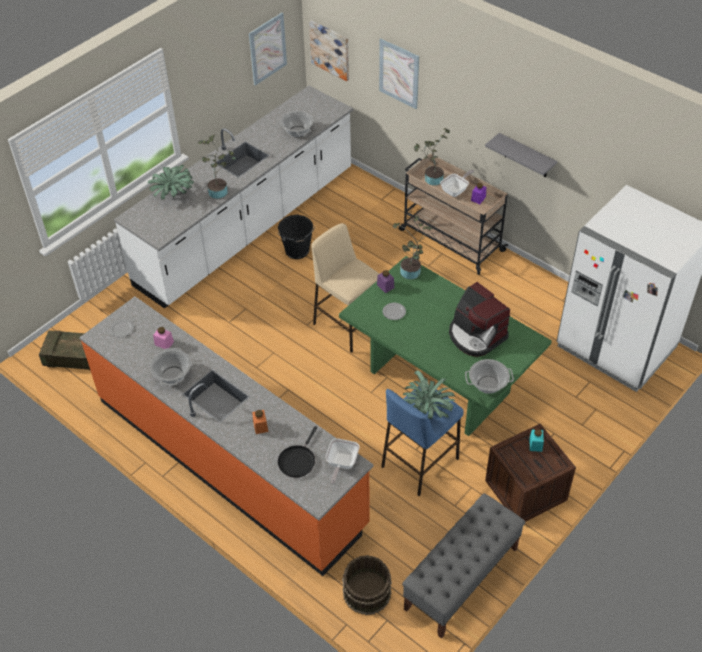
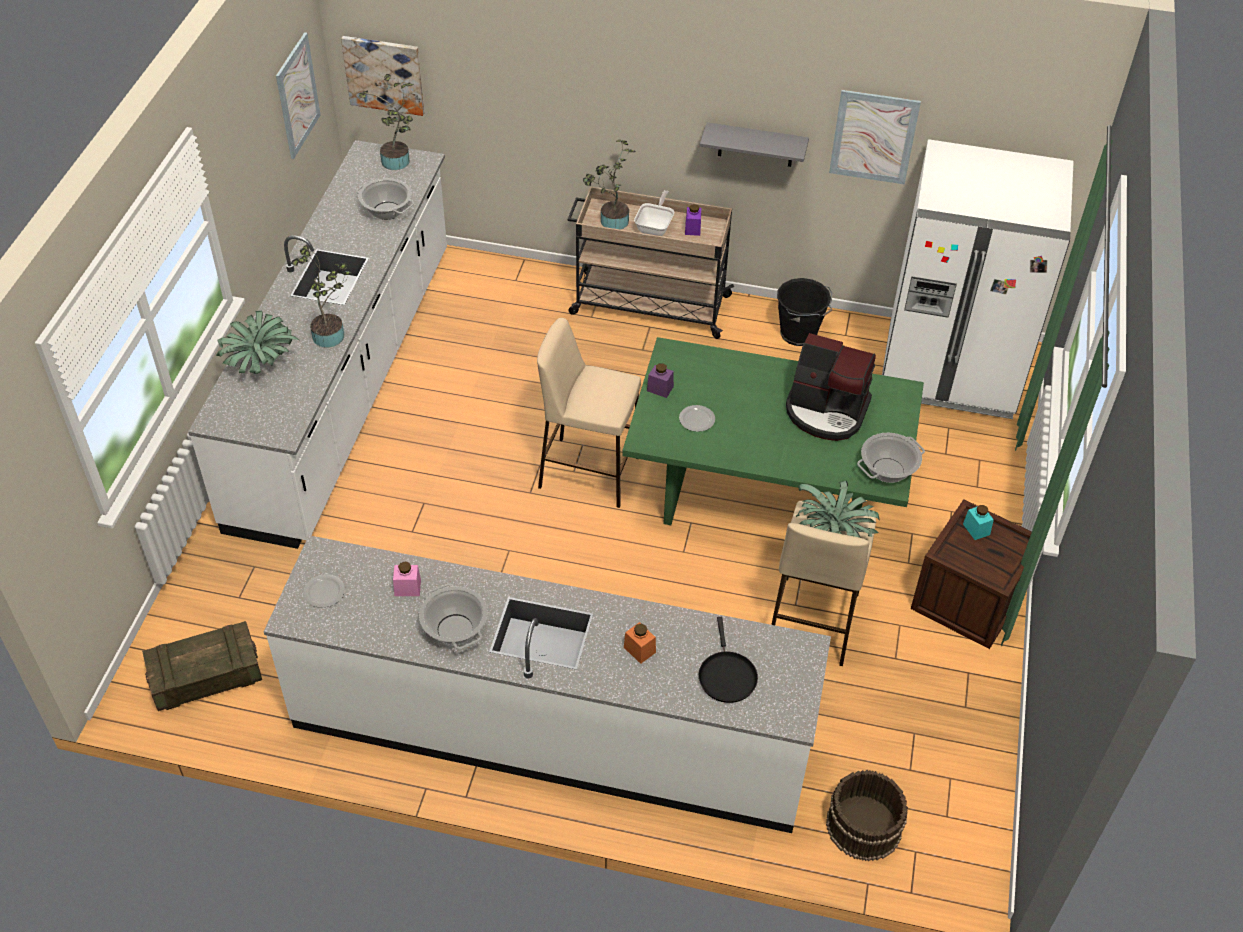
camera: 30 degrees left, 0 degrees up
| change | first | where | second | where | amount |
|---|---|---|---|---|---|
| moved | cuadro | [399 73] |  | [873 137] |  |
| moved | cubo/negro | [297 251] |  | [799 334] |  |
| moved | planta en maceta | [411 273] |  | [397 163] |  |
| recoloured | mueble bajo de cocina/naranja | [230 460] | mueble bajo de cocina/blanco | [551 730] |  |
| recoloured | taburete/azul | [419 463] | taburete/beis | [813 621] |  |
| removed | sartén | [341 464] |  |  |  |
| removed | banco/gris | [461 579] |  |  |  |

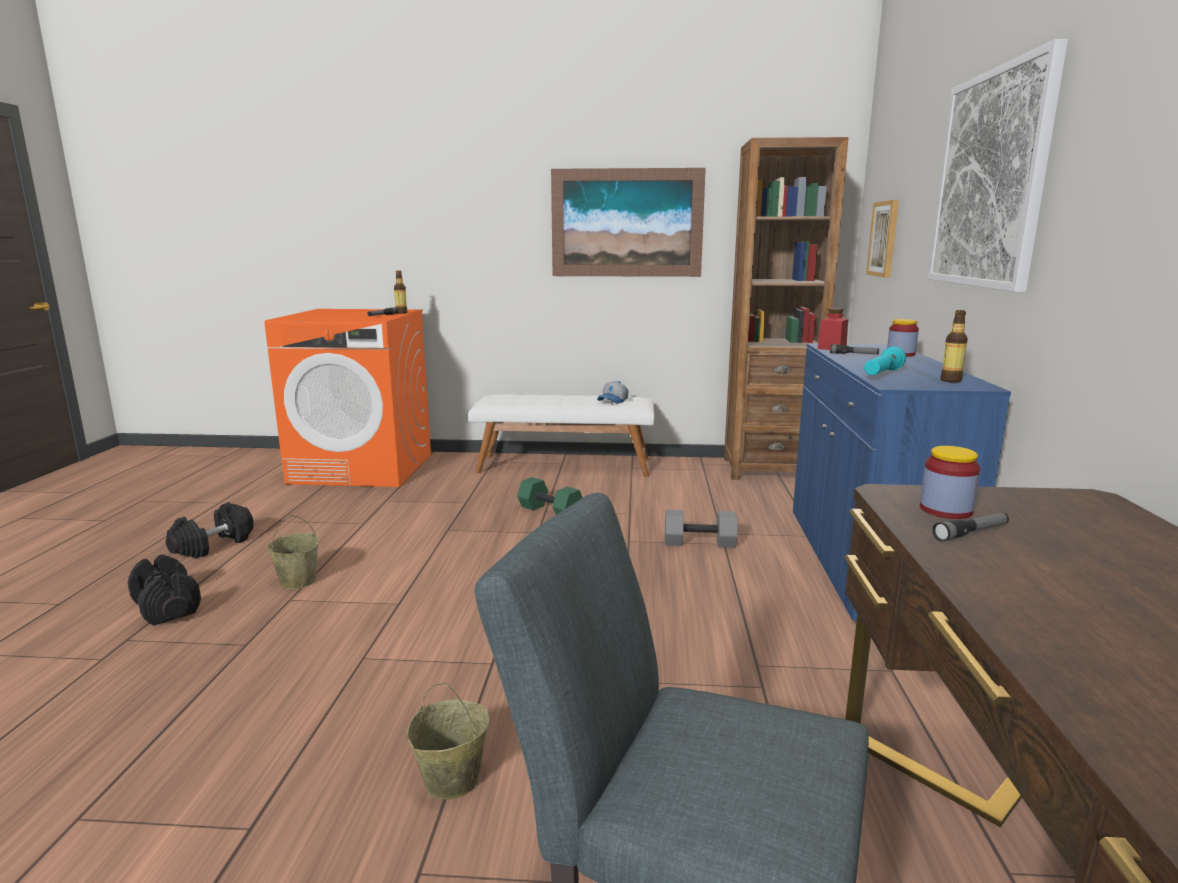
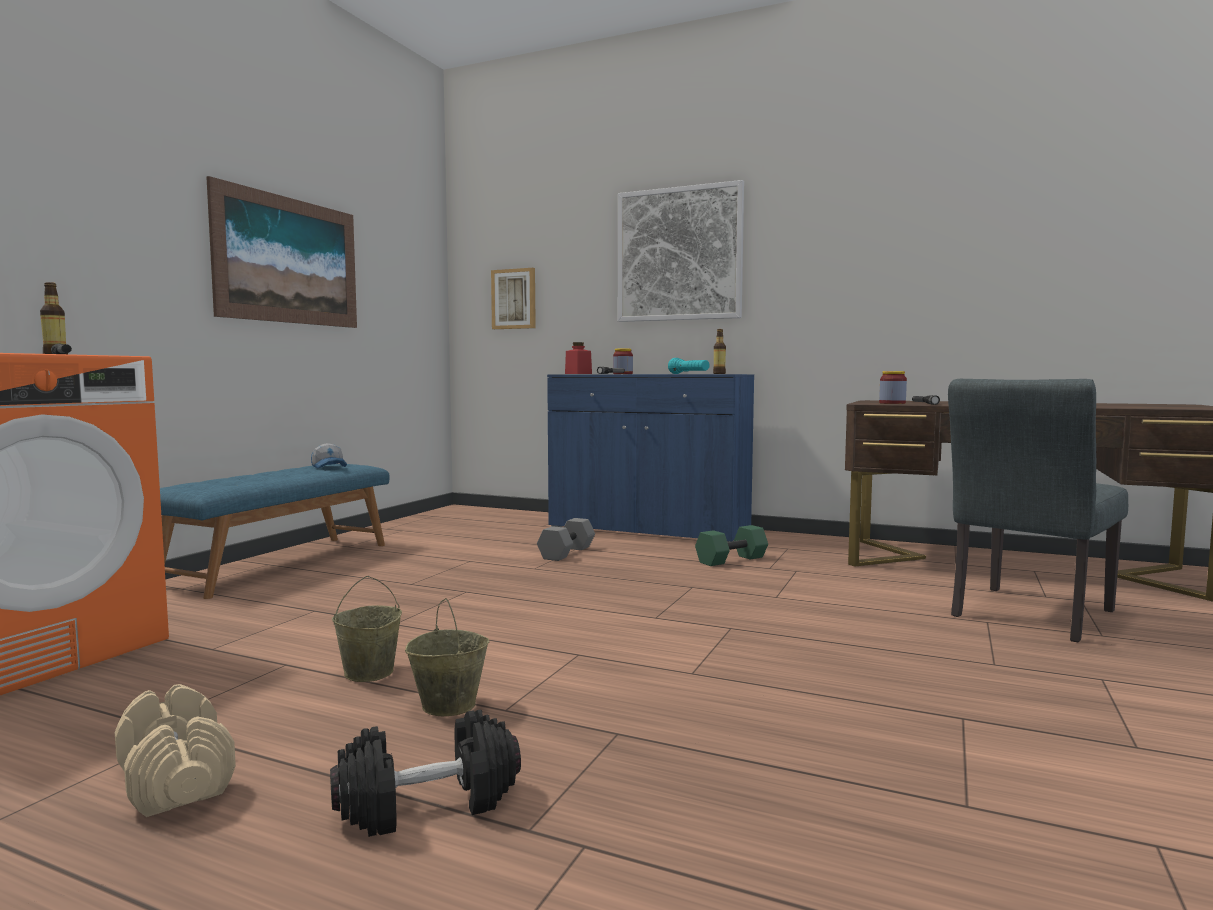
camera: 70 degrees left, 10 degrees down
| change | first | where | second | where | amount |
|---|---|---|---|---|---|
| removed | estantería/marrón | [768 469] |  |  |  |
| recoloured | banco/blanco | [564 465] | banco/azul | [279 564] |  |
| moved | mancuerna/verde | [551 511] |  | [731 559] |  |
| recoloured | mancuerna/negro | [213 545] | mancuerna/beis | [177 780] |  |
| moved | cubo/beis | [450 780] |  | [369 673] |  |

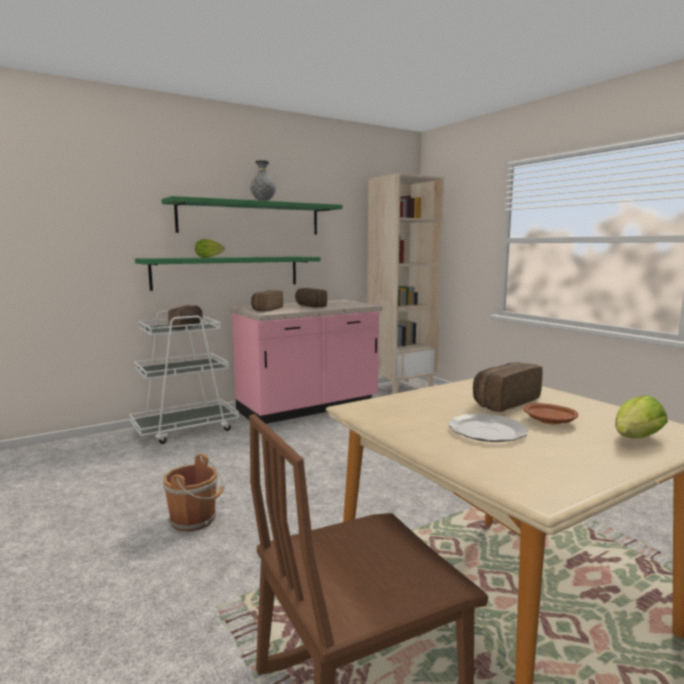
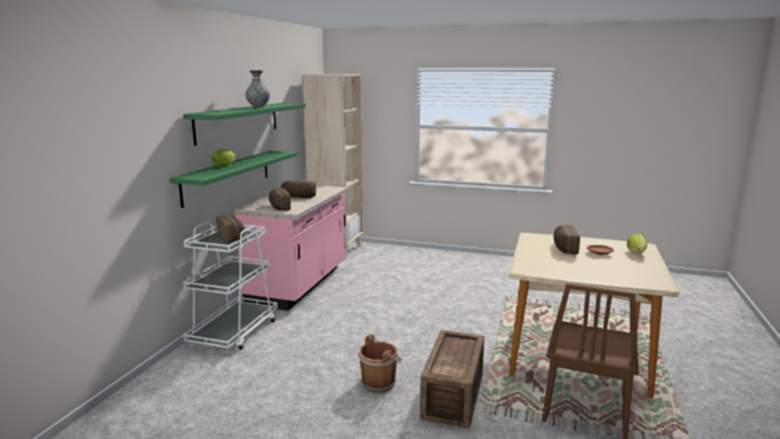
camera: 40 degrees left, 5 degrees up
| change | first | where | second | where | amount |
|---|---|---|---|---|---|
| removed | plato | [486 431] |  |  |  |
| added |  |  | caja de embalaje | [455 395] |  |

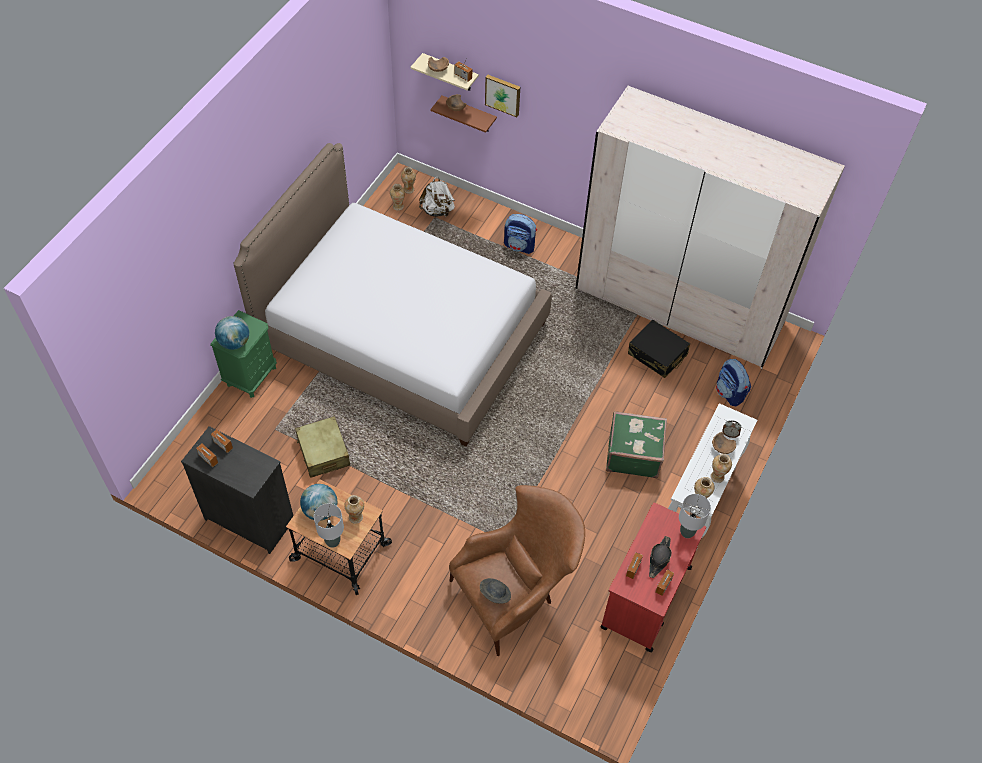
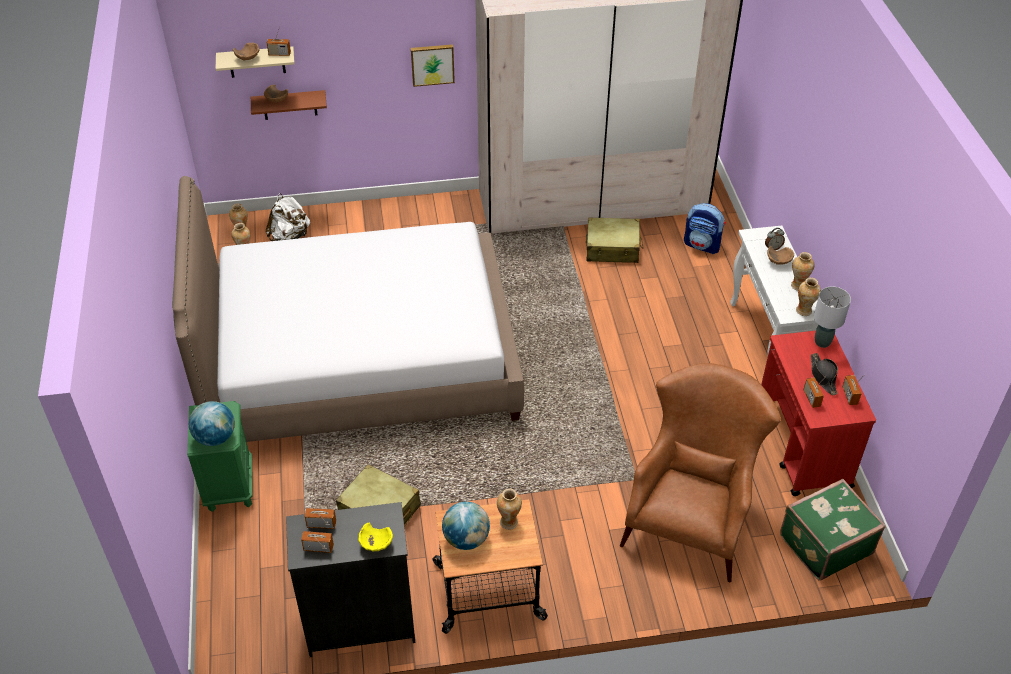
camera: 35 degrees left, 10 degrees down
| change | first | where | second | where | amount |
|---|---|---|---|---|---|
| moved | cuadro | [503 94] |  | [432 64] |  |
| removed | mochila | [520 246] |  |  |  |
| recoloured | maleta/negro | [657 354] | maleta/beis | [612 248] |  |
| moved | maleta/verde | [633 453] |  | [824 543] |  |
| removed | lámpara de mesa/gris | [333 542] |  |  |  |
| removed | sombrero/gris | [494 594] |  |  |  |
| added |  |  | cuenco/amarillo | [375 545] |  |

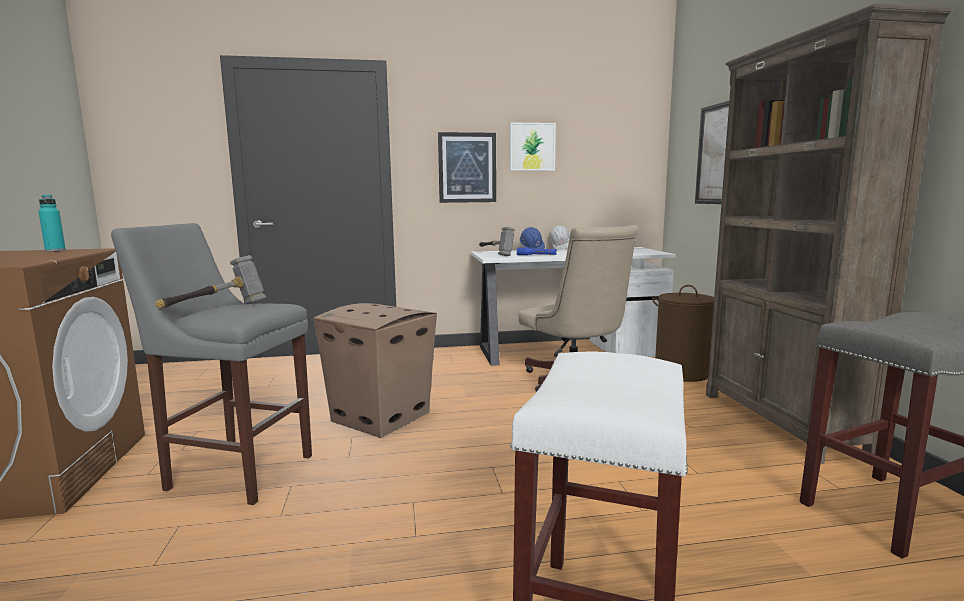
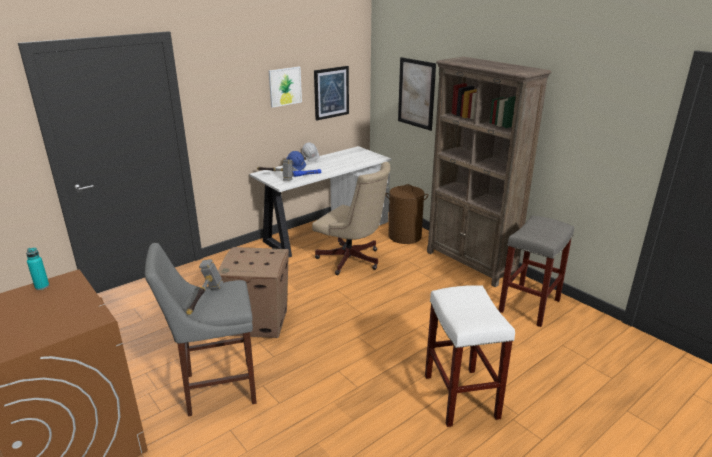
camera: 30 degrees left, 15 degrees up
| change | first | where | second | where | amount |
|---|---|---|---|---|---|
| moved | cuadro | [467 168] |  | [331 92] |  |

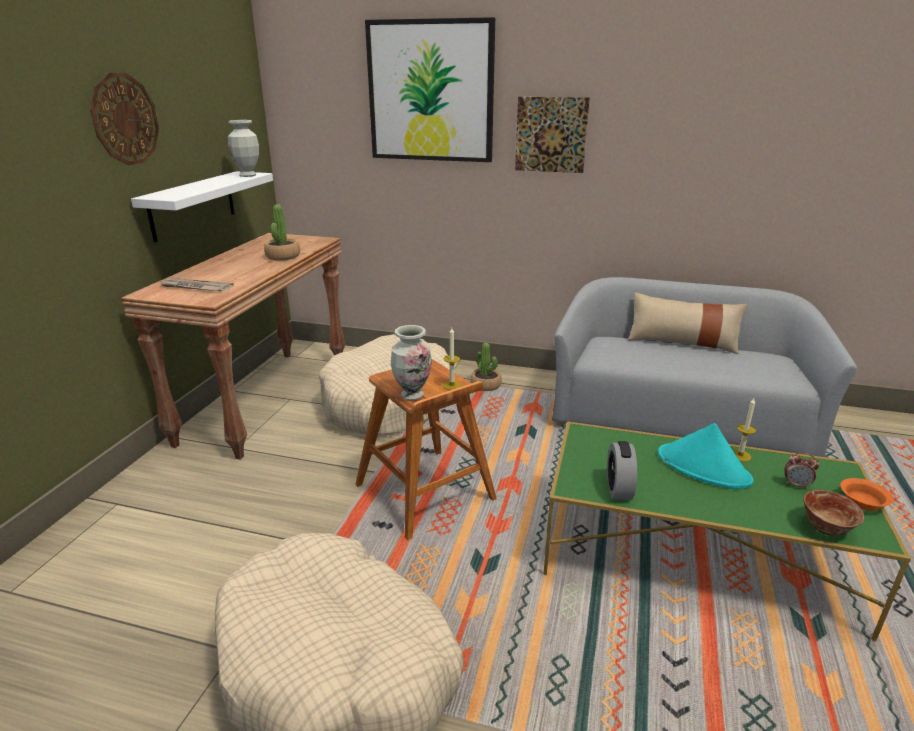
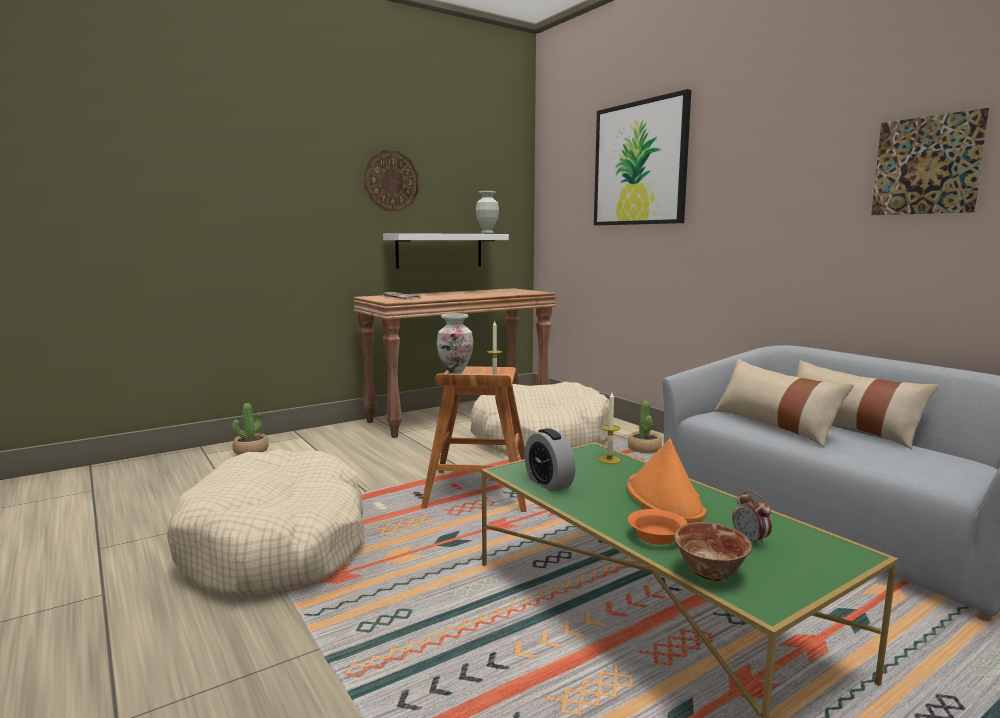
camera: 40 degrees right, 15 degrees down
| change | first | where | second | where | amount |
|---|---|---|---|---|---|
| moved | cuadro | [551 135] |  | [926 165] |  |
| moved | planta en maceta | [283 256] |  | [251 451] |  |
| moved | vela | [740 455] |  | [609 459] |  |
| recoloured | sombrero/turquesa | [703 467] | sombrero/naranja | [665 499] |  |
| turned | despertador | [618 488] |  | [548 483] | 75 degrees counterclockwise |
| moved | cuenco/naranja | [864 502] |  | [657 537] |  |
| added |  |  | cojín/beis | [774 425] |  |

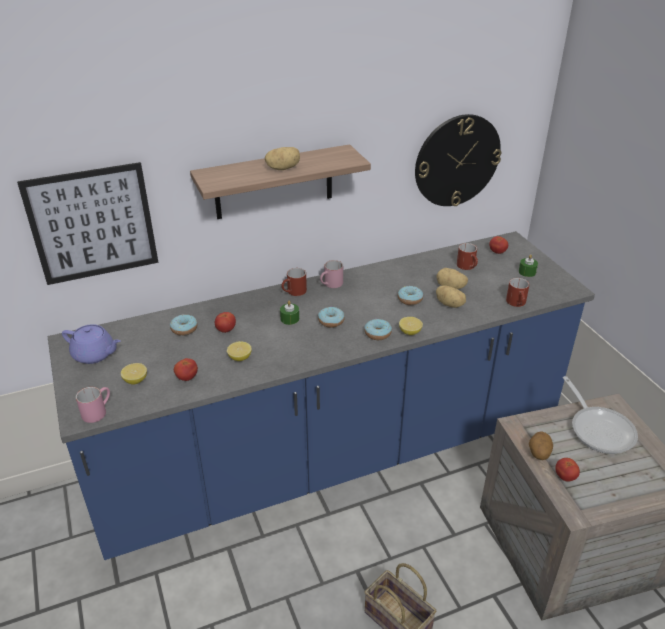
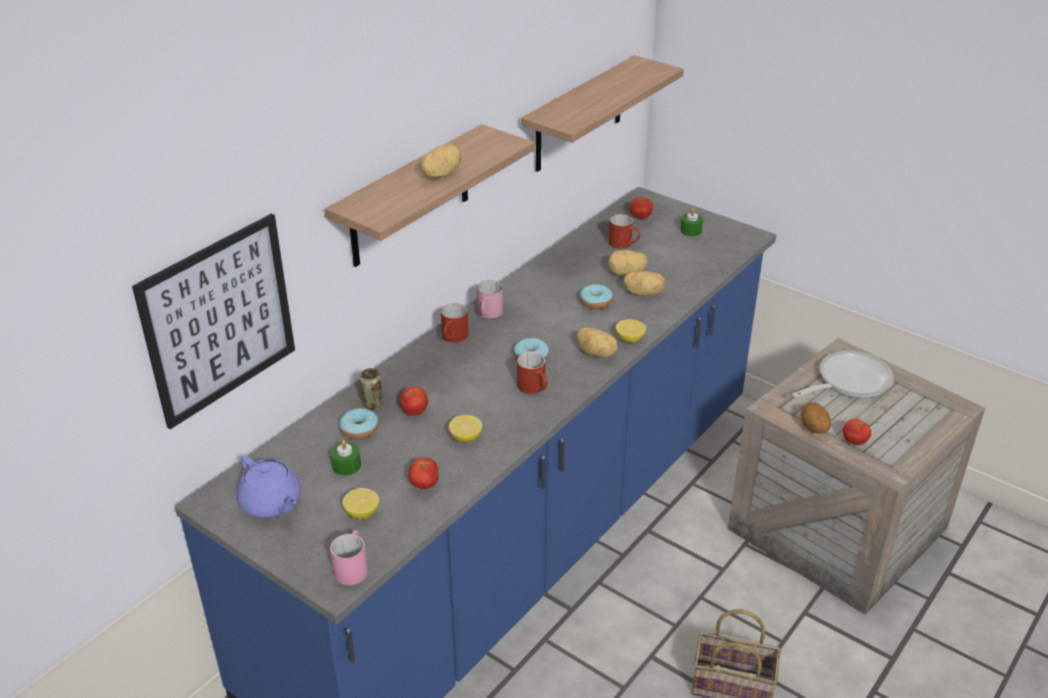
camera: 30 degrees left, 0 degrees up
| change | first | where | second | where | amount |
|---|---|---|---|---|---|
| replaced | reloj de pared | [457 161] | estante | [579 115] |  |
| moved | taza grande/rojo | [517 303] |  | [535 388] |  |
| moved | vela/verde | [289 319] |  | [346 465] |  |
| replaced | rosquilla | [377 334] | patata | [597 353] |  |
| turned | tetera/morado | [95 354] |  | [272 504] | 60 degrees clockwise |
| turned | sartén | [599 429] |  | [848 381] | 75 degrees counterclockwise |
| added |  |  | lata | [373 404] |  |

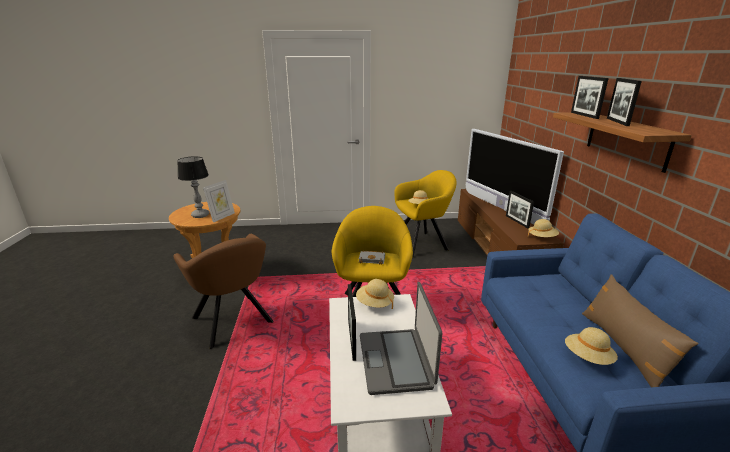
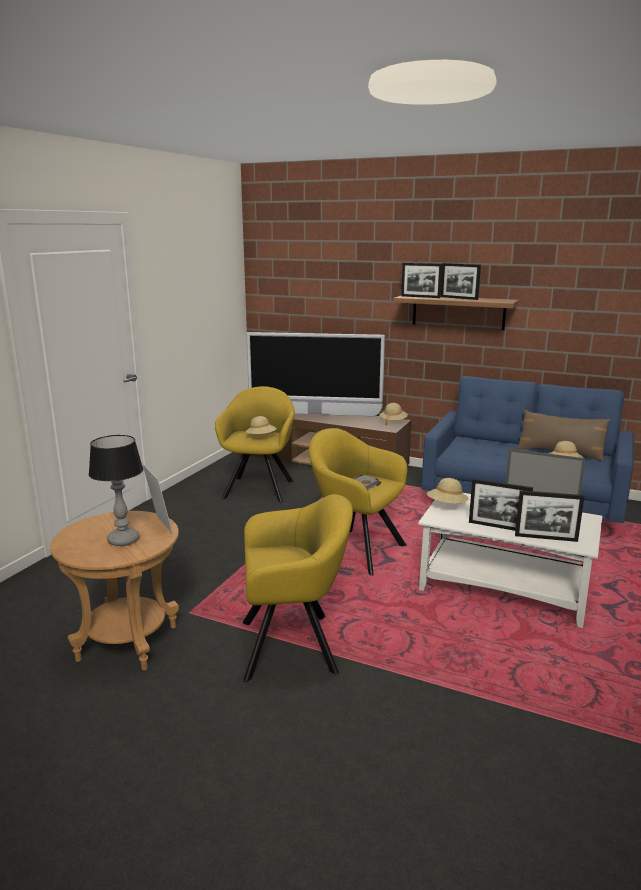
camera: 60 degrees left, 5 degrees down
| change | first | where | second | where | amount |
|---|---|---|---|---|---|
| moved | portarretratos | [517 221] |  | [546 538] |  |
| recoloured | sillón/marrón | [234 322] | sillón/amarillo | [295 646] |  |

